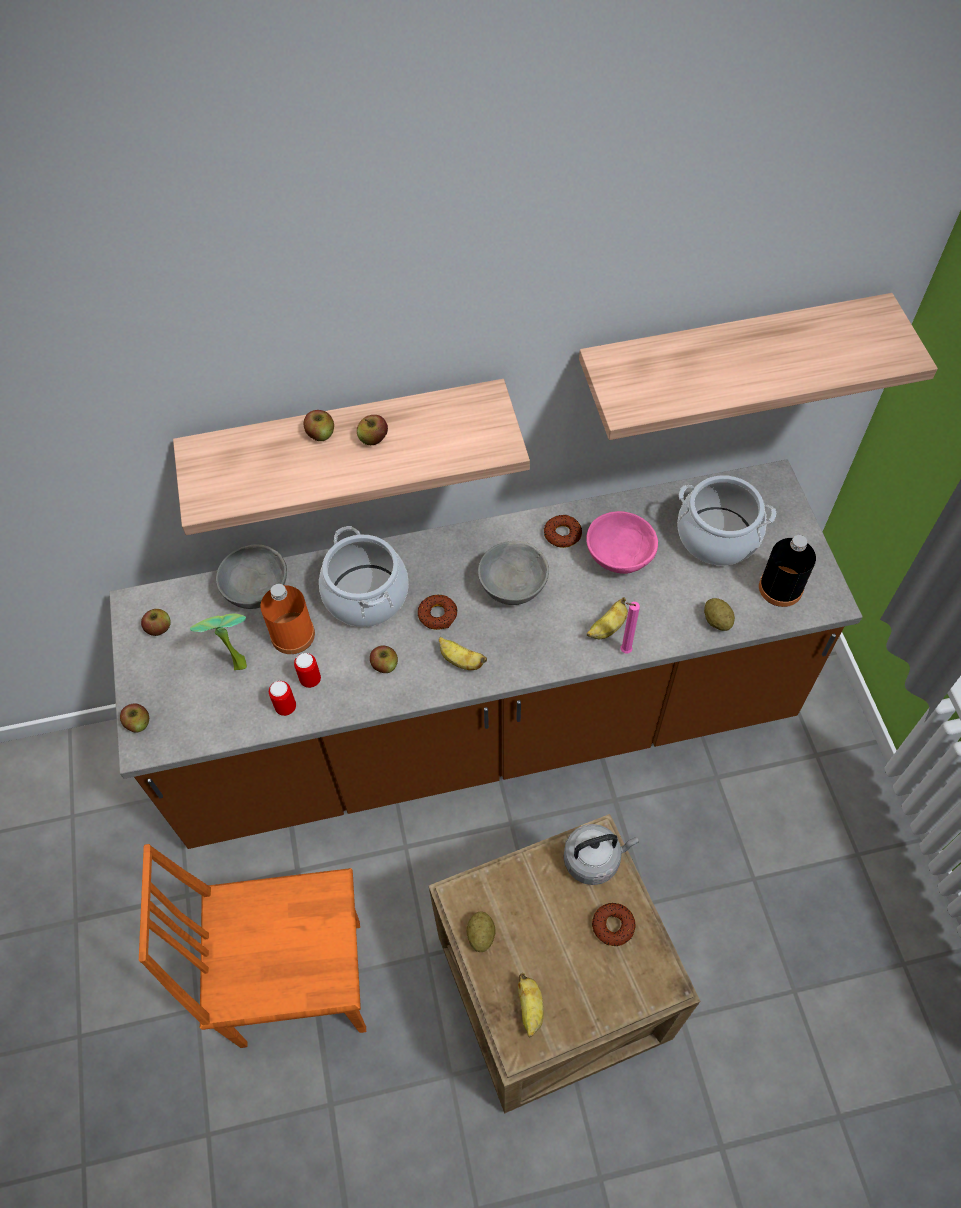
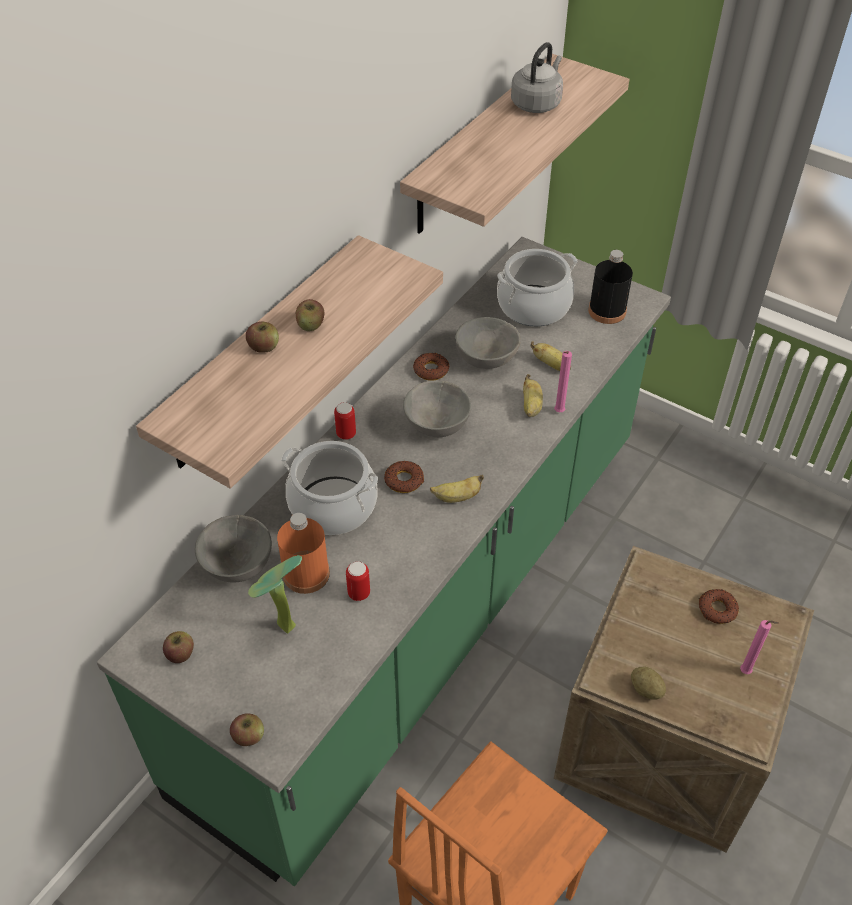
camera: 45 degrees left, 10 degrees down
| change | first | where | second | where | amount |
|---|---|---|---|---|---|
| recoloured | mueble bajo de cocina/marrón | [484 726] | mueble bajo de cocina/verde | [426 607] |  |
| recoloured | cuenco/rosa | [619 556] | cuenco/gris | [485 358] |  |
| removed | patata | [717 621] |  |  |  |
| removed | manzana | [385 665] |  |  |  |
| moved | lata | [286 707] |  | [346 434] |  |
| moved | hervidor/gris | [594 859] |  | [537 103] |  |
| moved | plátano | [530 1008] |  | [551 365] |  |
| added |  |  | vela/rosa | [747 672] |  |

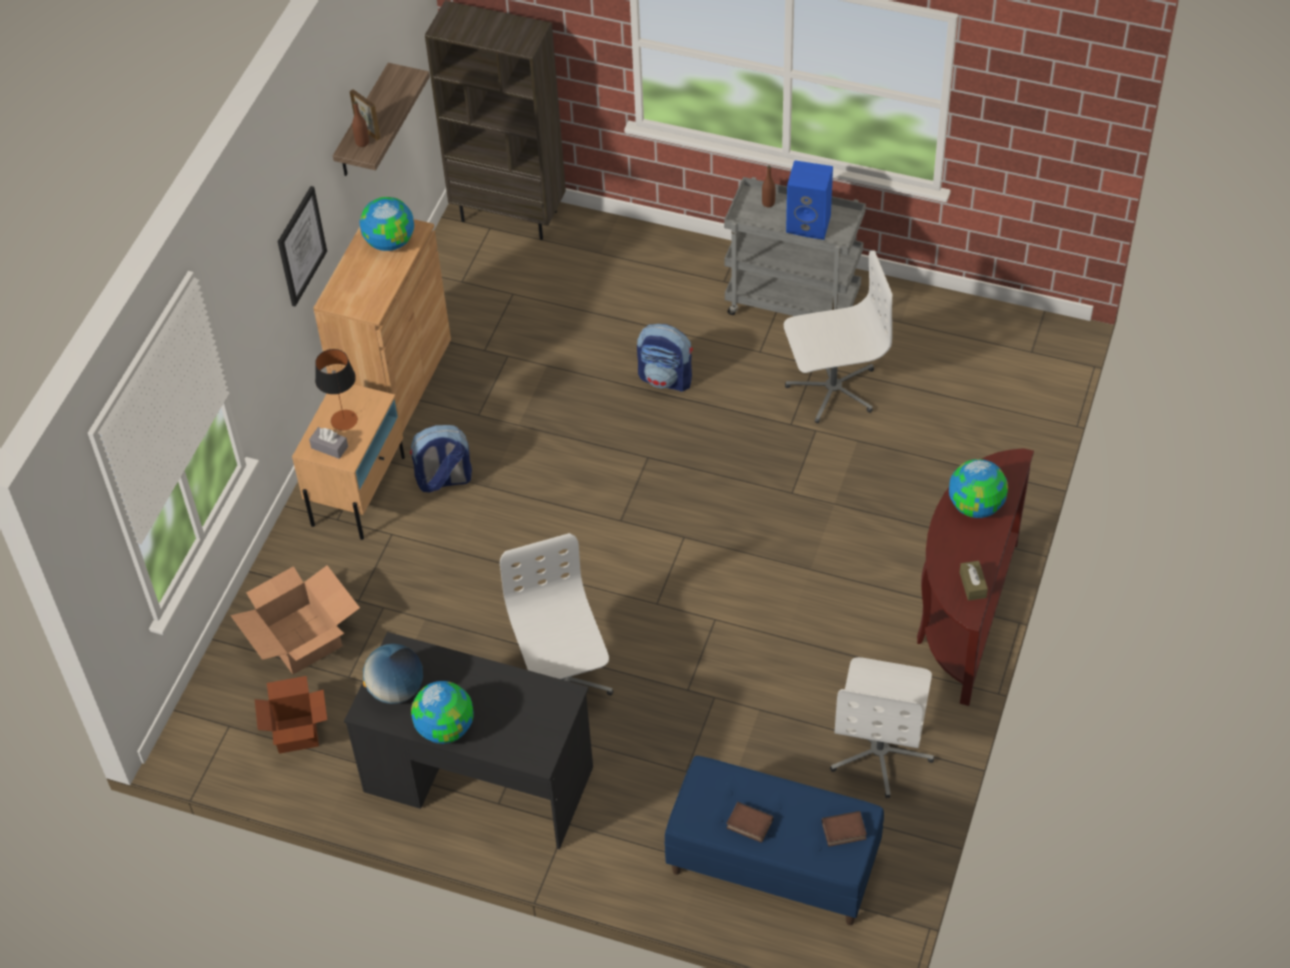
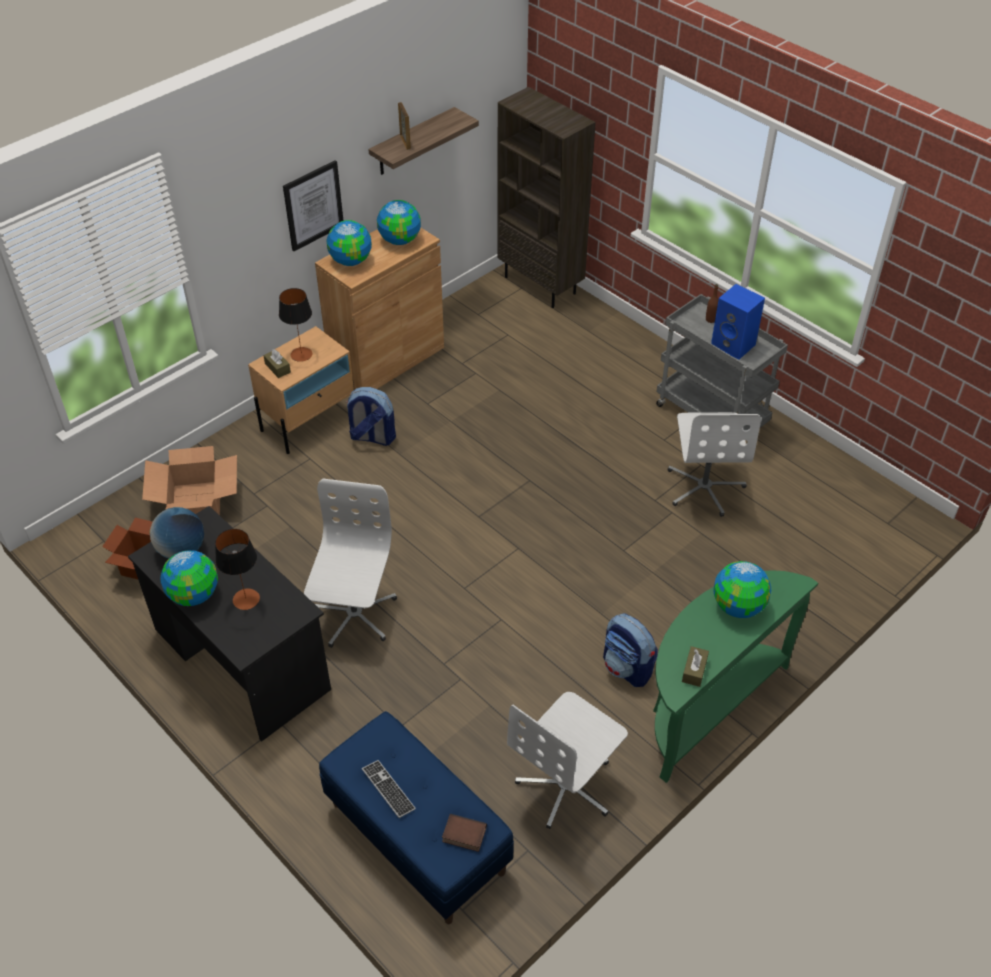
camera: 25 degrees right, 5 degrees down
| change | first | where | second | where | amount |
|---|---|---|---|---|---|
| removed | botella/marrón | [362 142] |  |  |  |
| turned | silla de oficina/blanco | [832 388] |  | [704 487] | 75 degrees clockwise |
| moved | mochila | [666 378] |  | [627 668] |  |
| recoloured | caja de pañuelos/gris | [329 447] | caja de pañuelos/marrón | [277 368] |  |
| recoloured | mesa consola/marrón | [964 615] | mesa consola/verde | [707 705] |  |
| replaced | libro | [748 825] | teclado | [388 789] |  |
| added |  |  | globo terráqueo | [350 260] |  |
| added |  |  | lámpara de mesa | [246 599] |  |

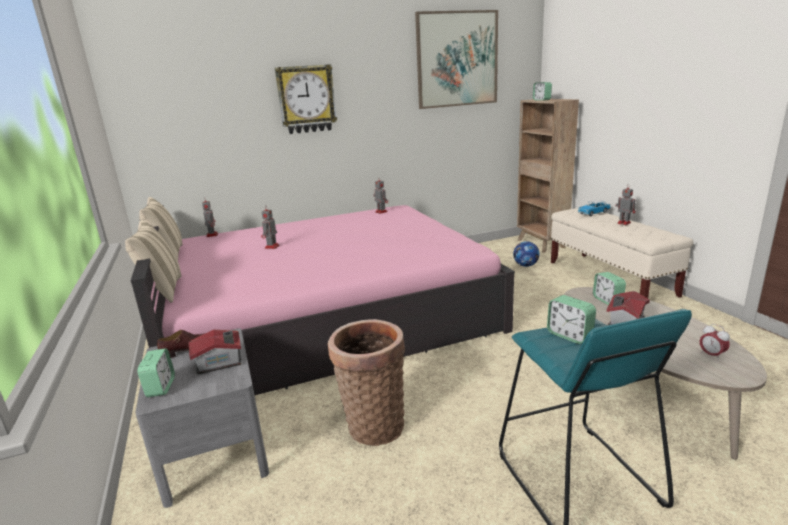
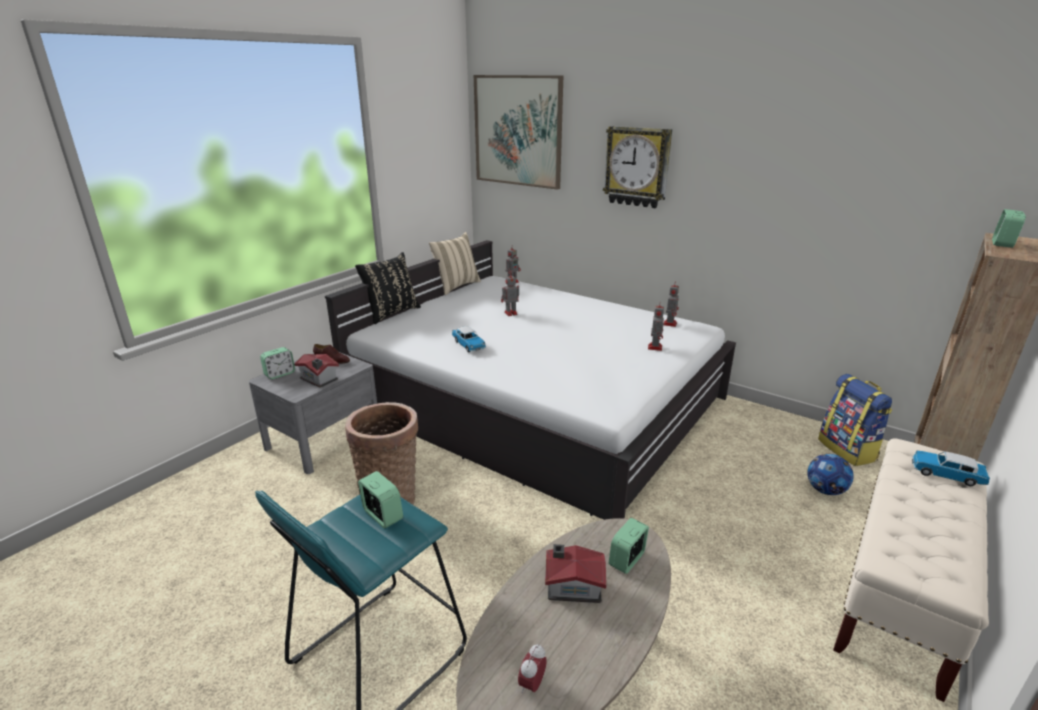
camera: 55 degrees right, 5 degrees up
| change | first | where | second | where | amount |
|---|---|---|---|---|---|
| moved | cuadro | [457 59] |  | [518 131] |  |
| moved | robot de juguete | [623 223] |  | [655 347] |  |
| recoloured | cama/rosa | [326 316] | cama/blanco | [535 402] |  |
| recoloured | cojín/beis | [162 291] | cojín/negro | [391 313] |  |
| turned | despertador | [569 335] |  | [382 515] | 120 degrees clockwise |
| added |  |  | coche de juguete | [468 345] |  |
| added |  |  | mochila | [848 450] |  |

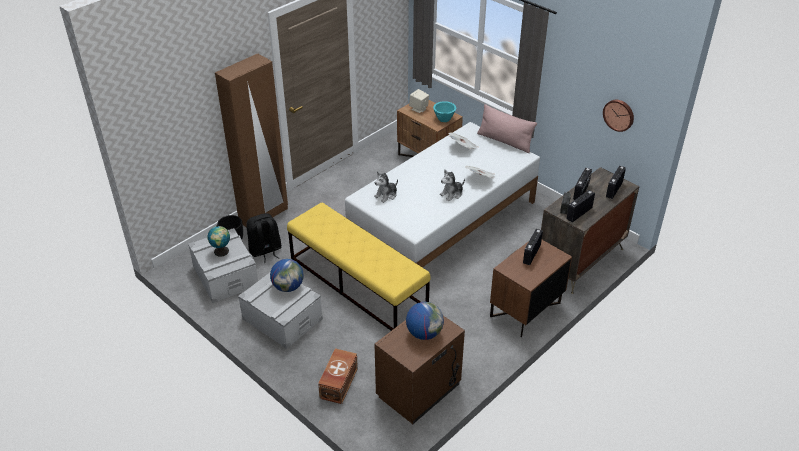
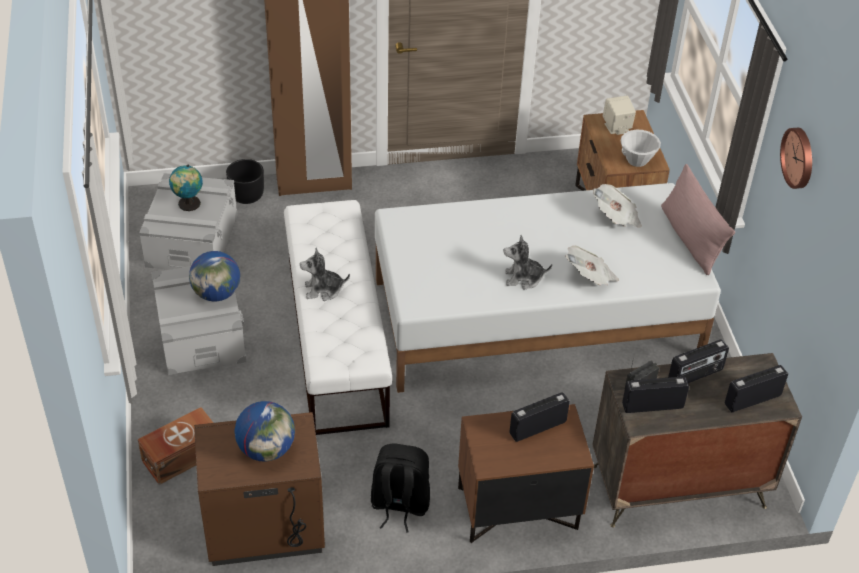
camera: 35 degrees right, 5 degrees up
| change | first | where | second | where | amount |
|---|---|---|---|---|---|
| moved | reloj de pared | [619 114] |  | [799 157] |  |
| recoloured | cuenco/turquesa | [444 119] | cuenco/blanco | [637 160] |  |
| moved | peluche | [386 195] |  | [323 290] |  |
| recoloured | banco/amarillo | [358 283] | banco/blanco | [336 339] |  |
| moved | mochila/negro | [265 251] |  | [399 505] |  |

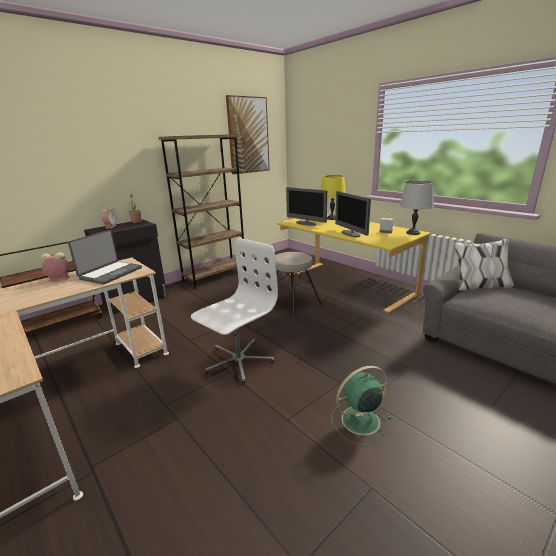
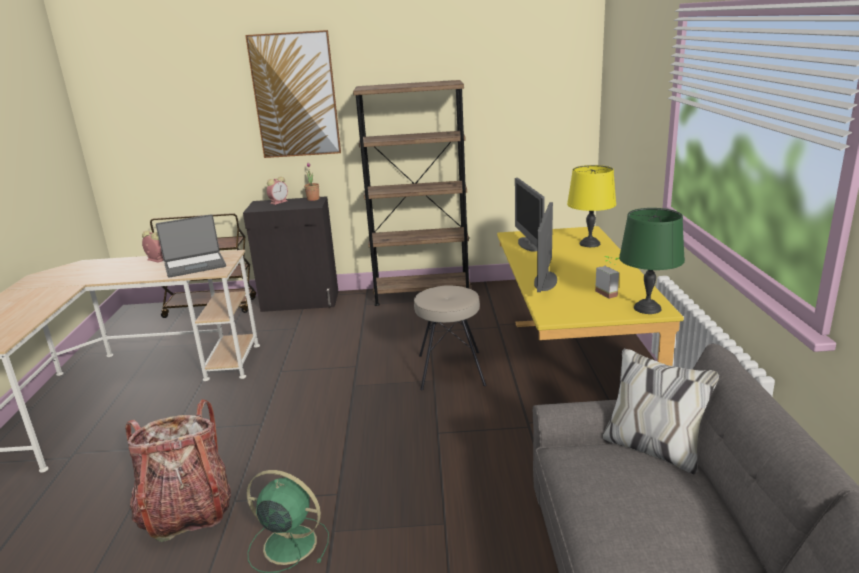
camera: 40 degrees right, 0 degrees up
| change | first | where | second | where | amount |
|---|---|---|---|---|---|
| moved | cuadro | [248 135] |  | [295 95] |  |
| recoloured | lámpara de mesa/gris | [413 233] | lámpara de mesa/verde | [647 308] |  |
| removed | silla de oficina/blanco | [238 361] |  |  |  |
| added |  |  | mochila | [187 512] |  |

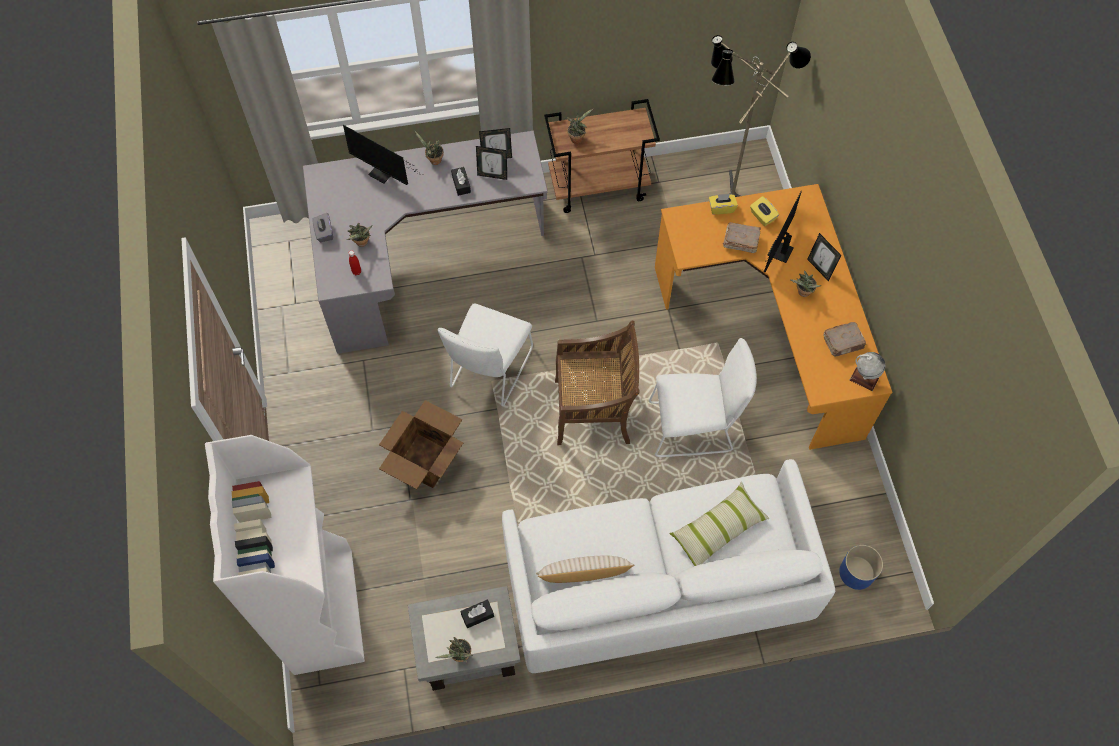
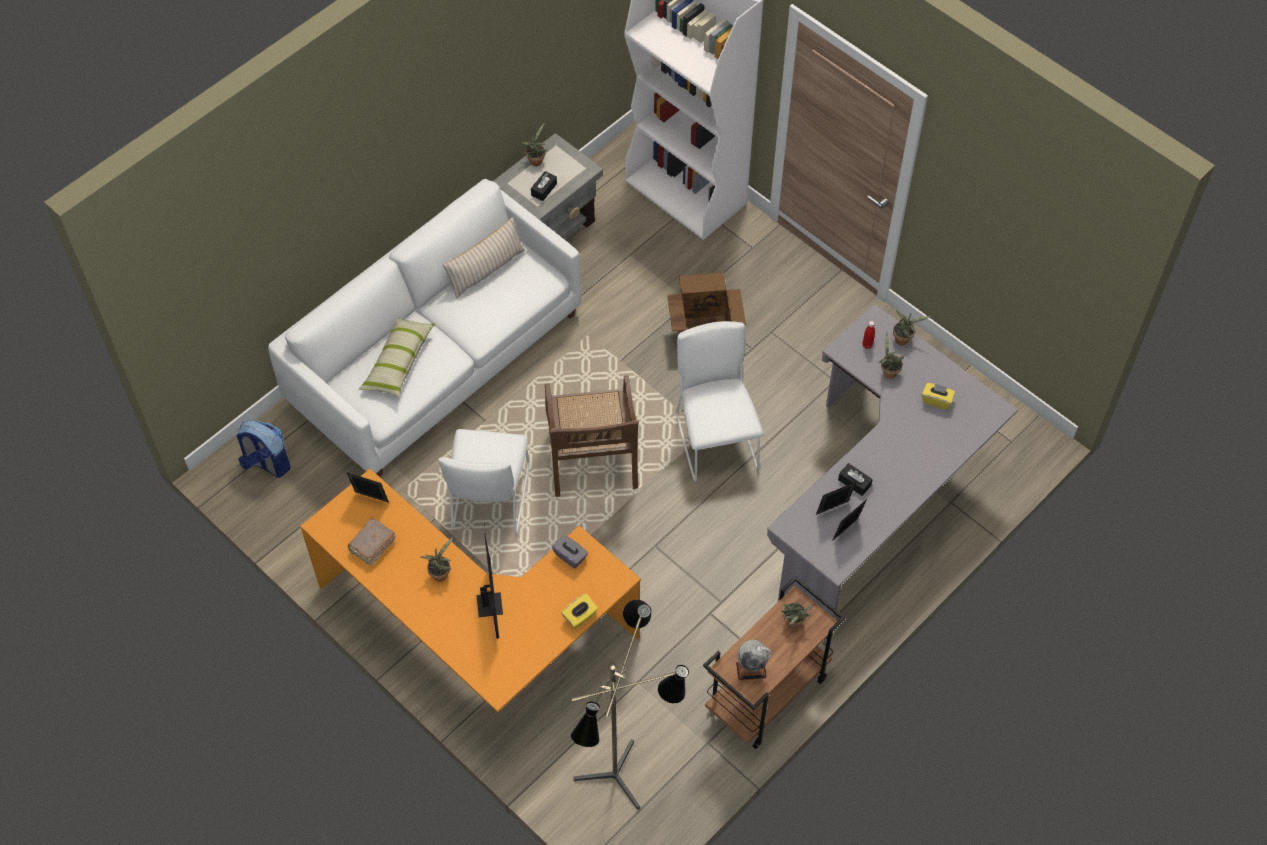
camera: 145 degrees right, 5 degrees down
| change | first | where | second | where | amount |
|---|---|---|---|---|---|
| removed | monitor | [384 175] |  |  |  |
| moved | planta en maceta | [433 160] |  | [903 339] |  |
| moved | caja de pañuelos/amarillo | [762 216] |  | [936 400] |  |
| moved | caja de pañuelos/gris | [324 233] |  | [570 556] |  |
| removed | libro/marrón | [740 241] |  |  |  |
| moved | portarretratos | [819 268] |  | [370 500] |  |
| turned | silla/marrón | [594 411] |  | [592 461] | 60 degrees counterclockwise |
| turned | silla/blanco | [694 427] |  | [489 501] | 45 degrees counterclockwise |
| moved | globo terráqueo | [864 379] |  | [751 670] |  |
| replaced | maceta/azul | [857 573] | mochila | [266 463] |  |

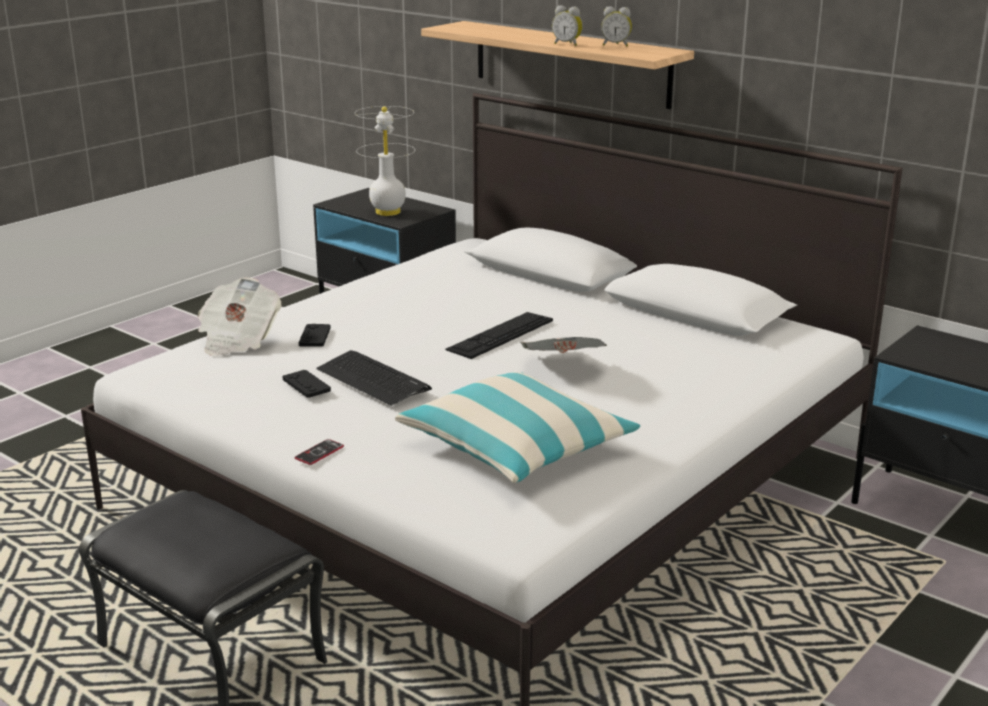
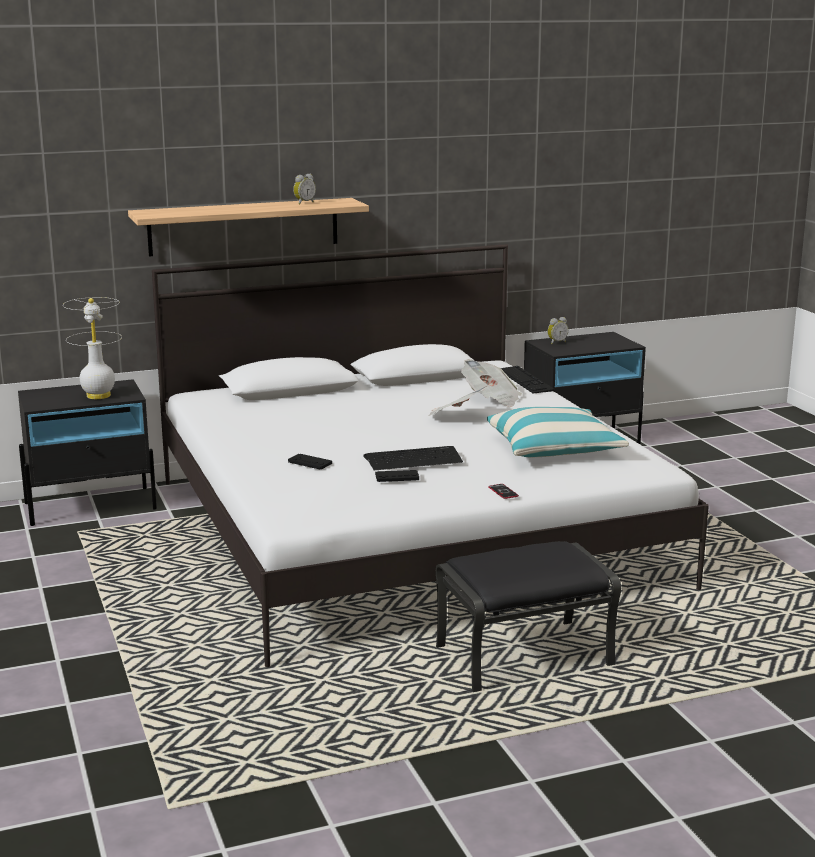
camera: 60 degrees left, 5 degrees down
| change | first | where | second | where | amount |
|---|---|---|---|---|---|
| moved | despertador | [567 44] |  | [556 342] |  |
| moved | periódico | [238 339] |  | [491 399] |  |
| moved | teclado | [500 335] |  | [525 380] |  |

